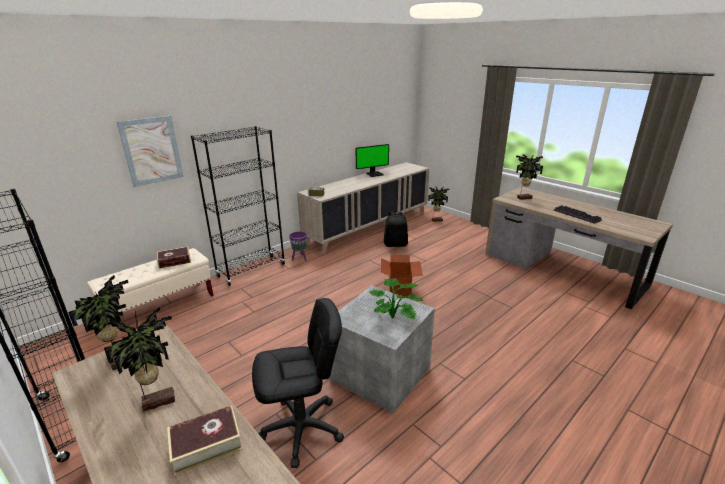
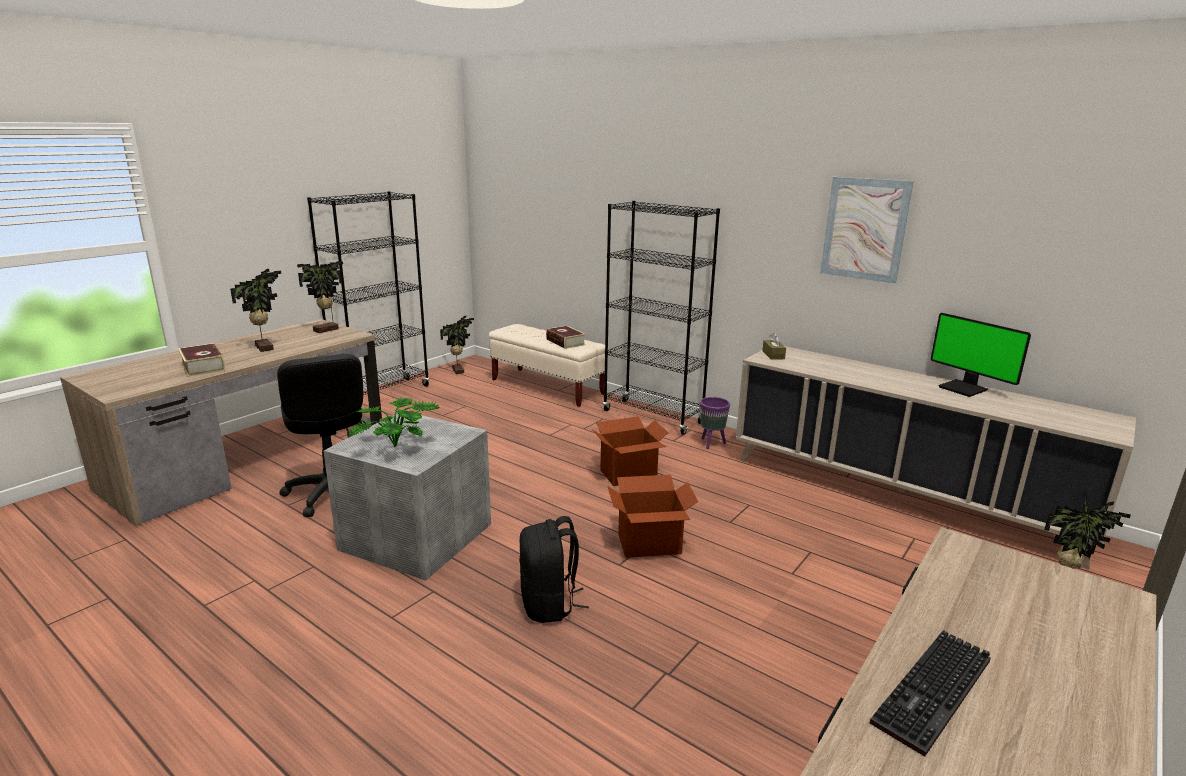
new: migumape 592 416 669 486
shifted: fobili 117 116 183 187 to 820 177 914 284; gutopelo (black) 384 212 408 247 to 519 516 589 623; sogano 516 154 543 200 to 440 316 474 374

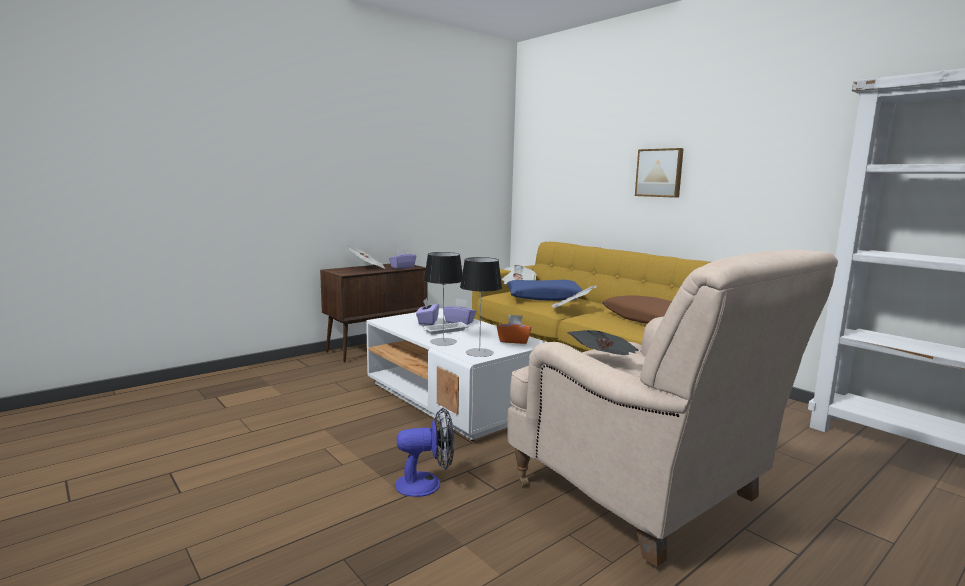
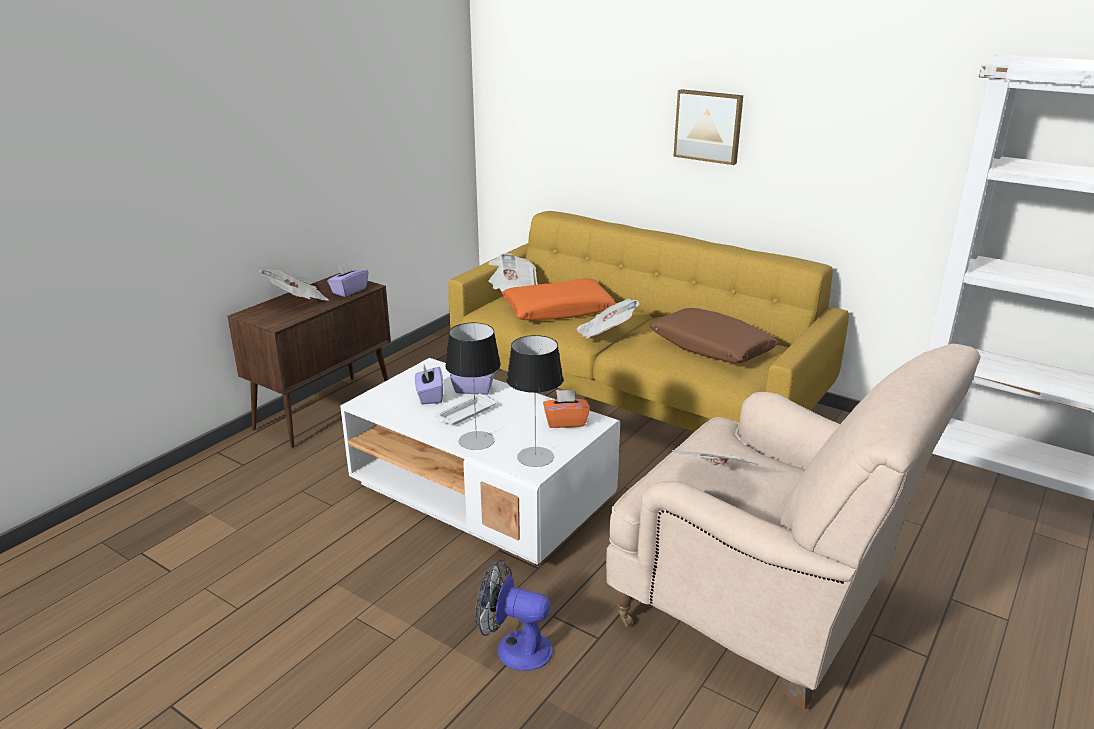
repainted: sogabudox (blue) 507 280 583 301 to sogabudox (orange) 502 278 616 320
rotated: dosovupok 395 408 454 497 = 475 560 553 671 135 degrees counterclockwise

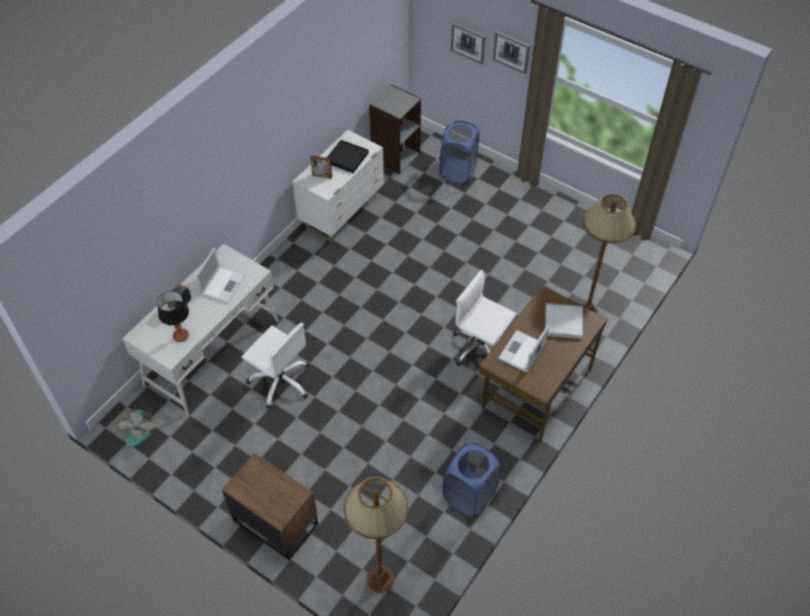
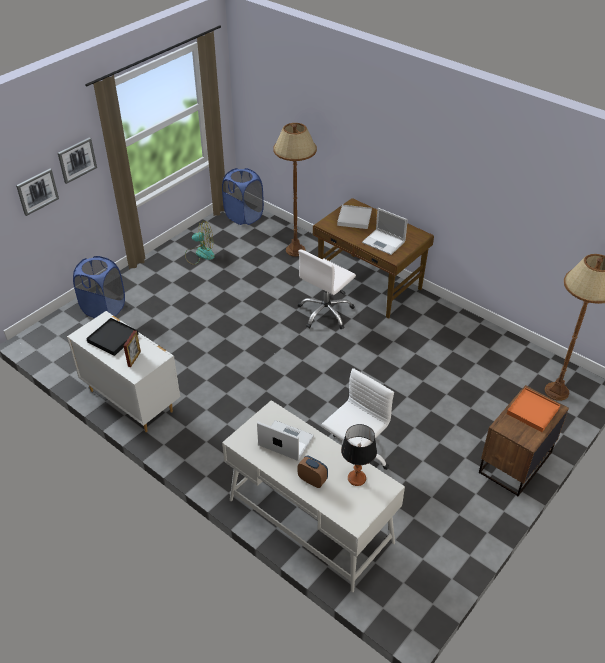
gone: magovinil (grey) 369 84 421 174
new: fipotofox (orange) 507 388 560 432
shifted: dosovupok 117 409 157 447 to 185 221 215 265; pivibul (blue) 443 443 501 517 to 222 168 264 225

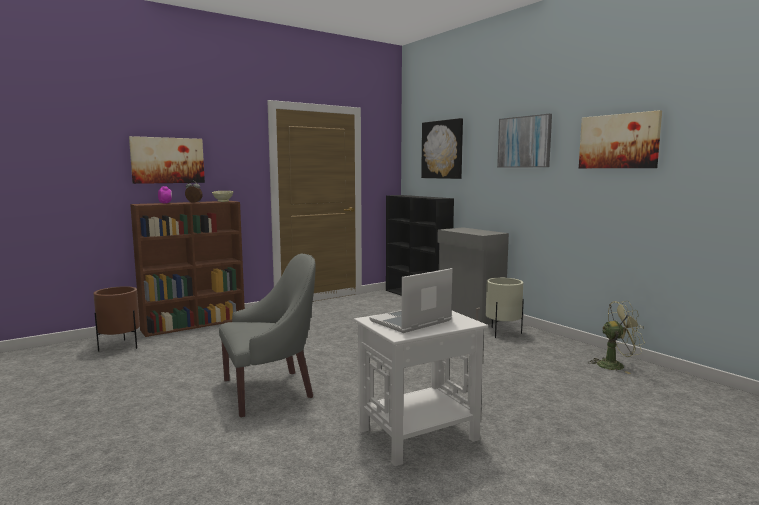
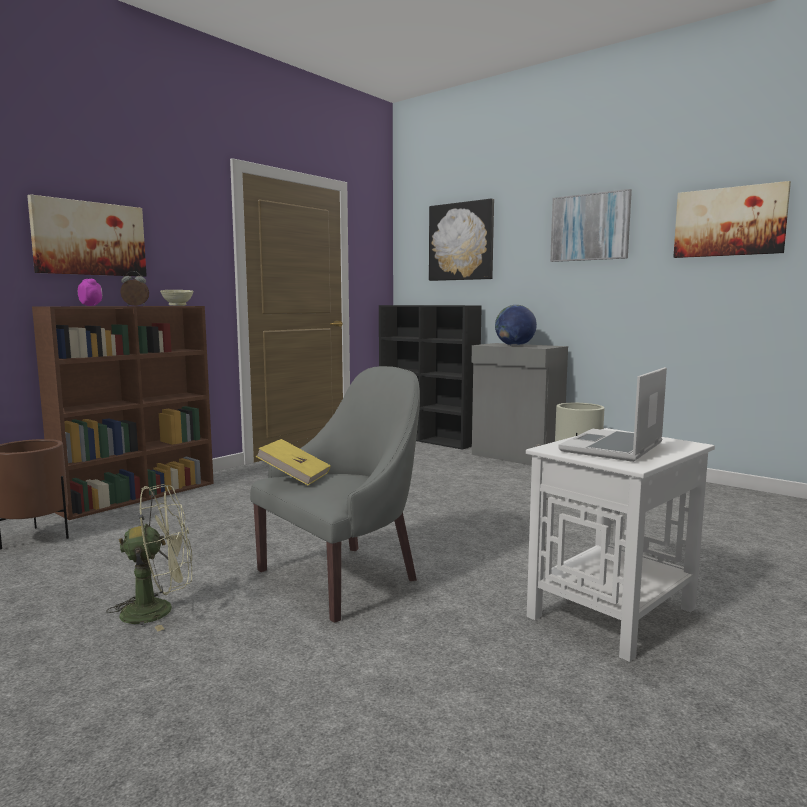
new: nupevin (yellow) 256 439 331 485; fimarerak 495 305 537 346
shifted: dosovupok (green) 588 301 645 374 to 106 484 192 631

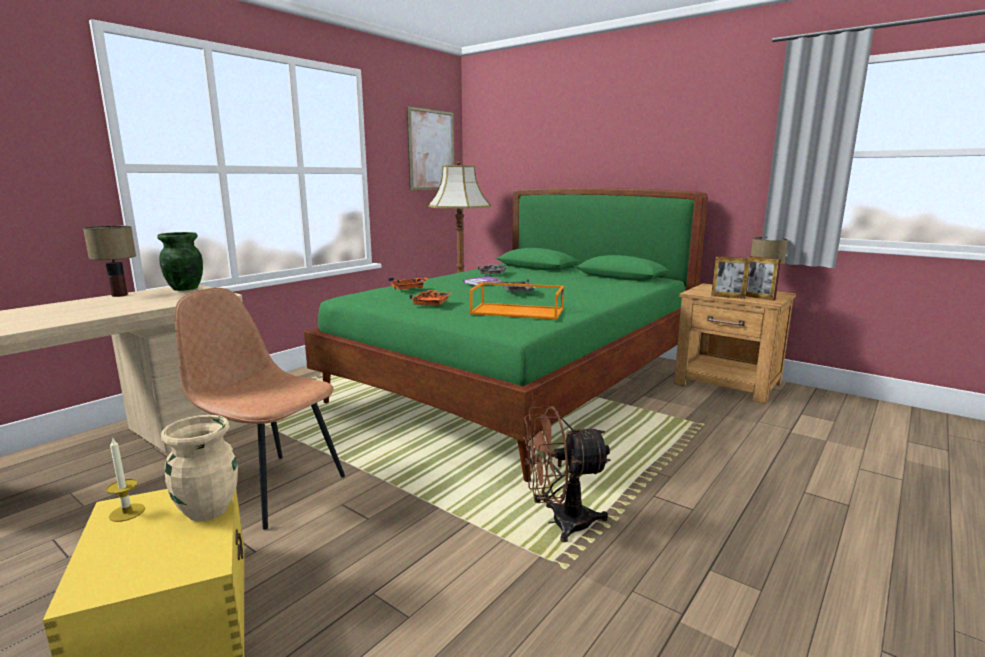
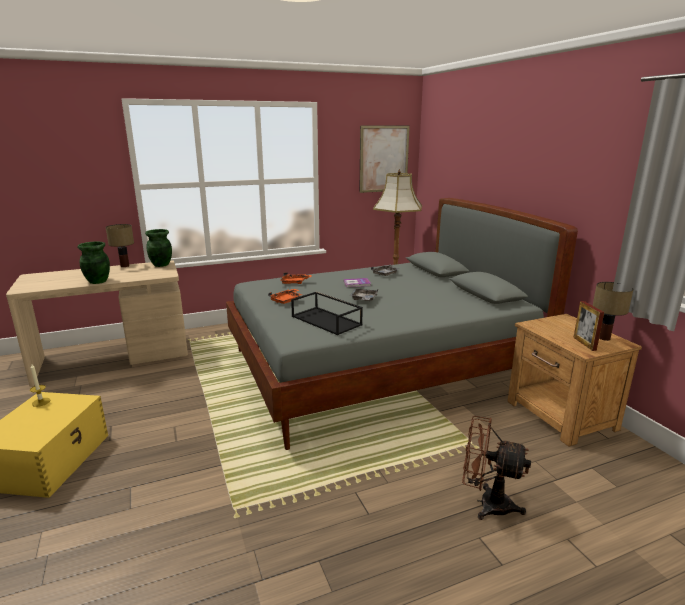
gone: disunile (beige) 161 415 238 521; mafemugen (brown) 174 288 345 530; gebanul 711 256 750 299
new: disunile (green) 78 242 110 284
shifted: dosovupok (brown) 523 406 611 542 to 462 416 531 520
repainted: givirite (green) 304 188 708 482 to givirite (grey) 226 198 578 450; fipotofox (orange) 470 282 564 320 to fipotofox (black) 291 292 363 335

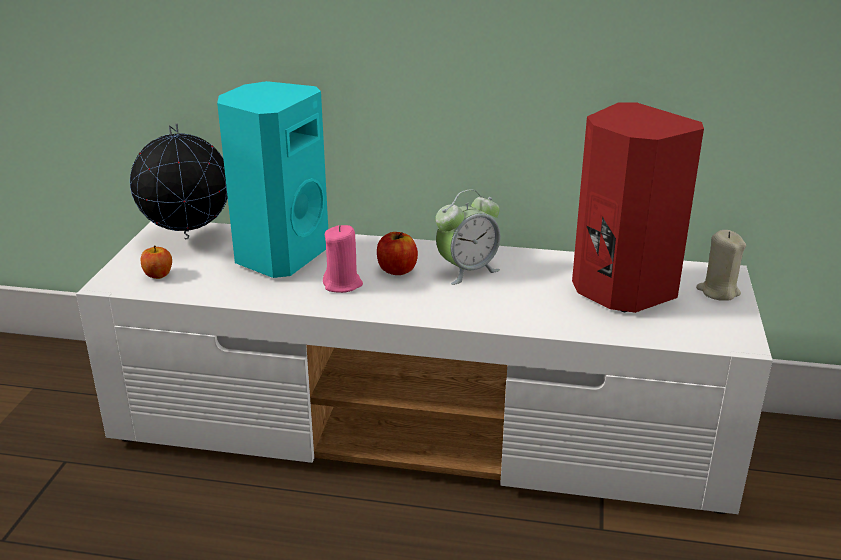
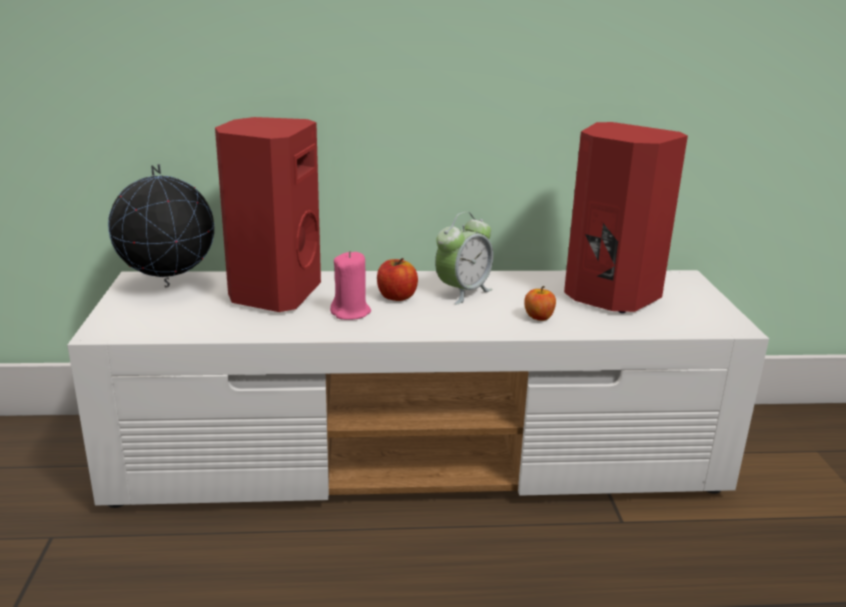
gone: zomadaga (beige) 696 230 746 301
shifted: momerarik 141 245 172 279 to 524 286 556 321
repainted: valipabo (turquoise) 217 81 328 278 to valipabo (red) 215 117 321 312

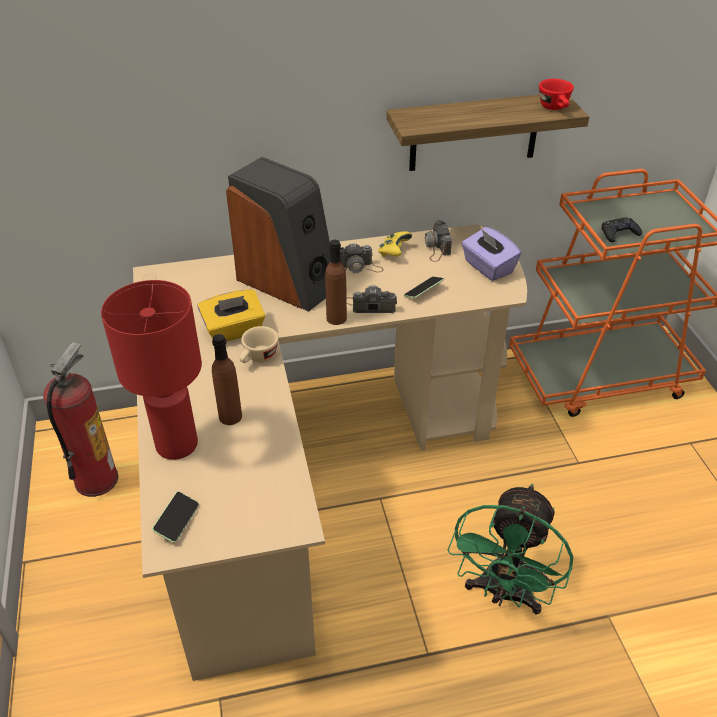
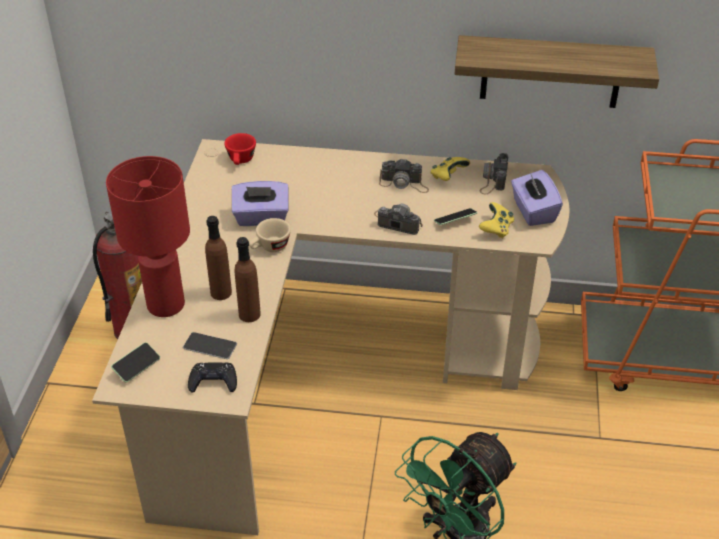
gone: valipabo 226 157 330 312
new: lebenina 183 332 237 359; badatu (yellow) 479 202 514 239
shifted: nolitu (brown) 325 240 347 325 to 235 237 261 322; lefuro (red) 539 79 574 110 to 224 133 256 165; badatu (black) 602 217 642 242 to 188 362 237 393
repainted: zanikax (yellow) 198 290 265 342 to zanikax (purple) 232 181 289 226

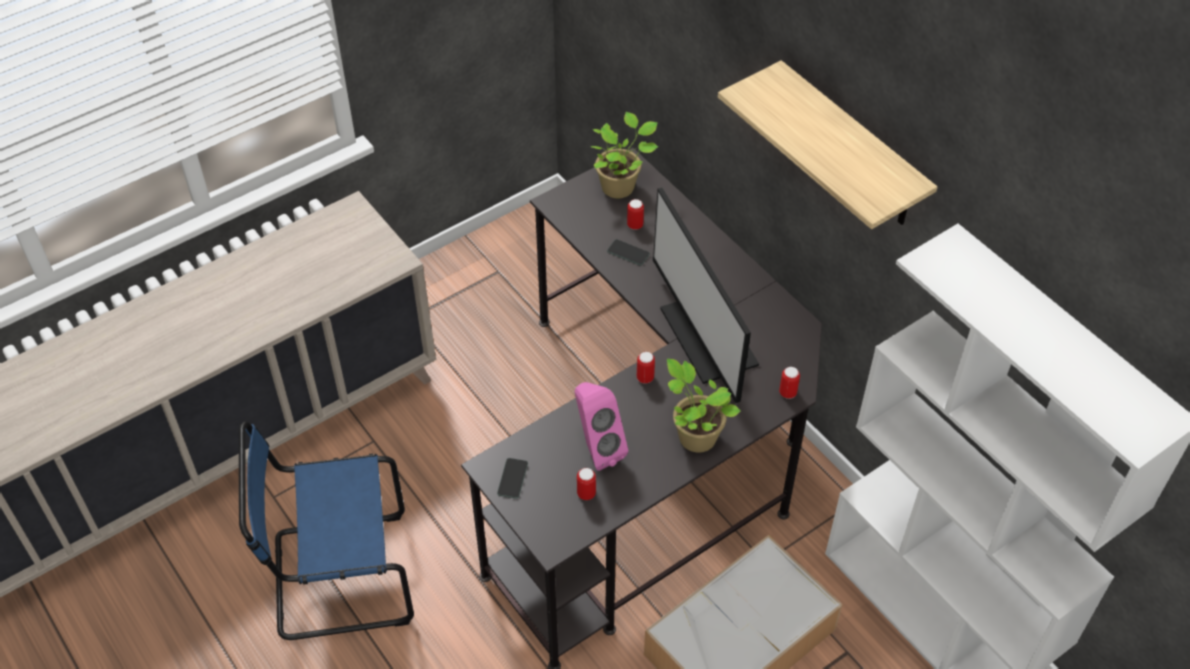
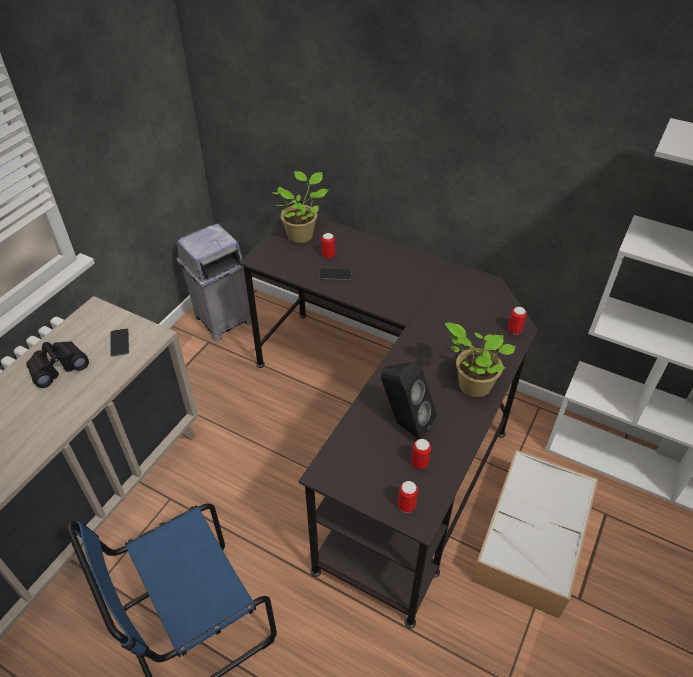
gone: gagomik 653 188 759 403; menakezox 718 60 937 229
new: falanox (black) 26 342 89 388; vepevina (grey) 177 224 251 341
shifted: lebenina 497 458 528 499 to 110 329 129 357; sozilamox 637 352 655 384 to 398 481 418 513
repainted: valipabo (pink) 575 382 628 471 to valipabo (black) 381 362 436 439

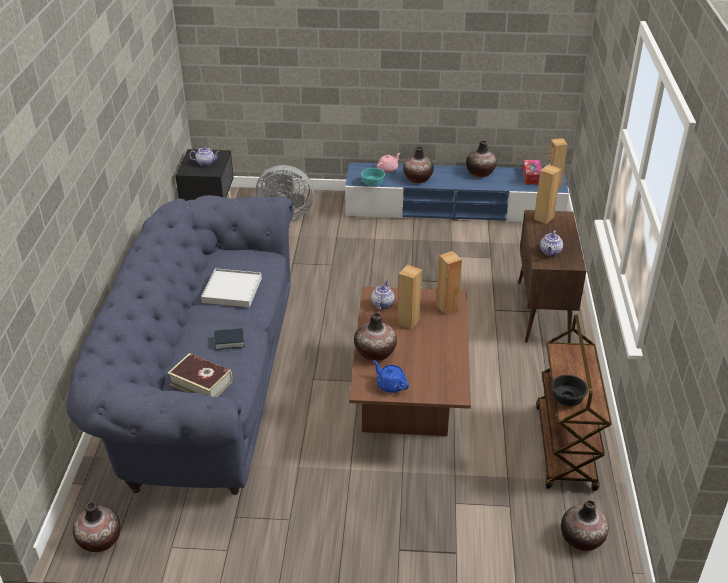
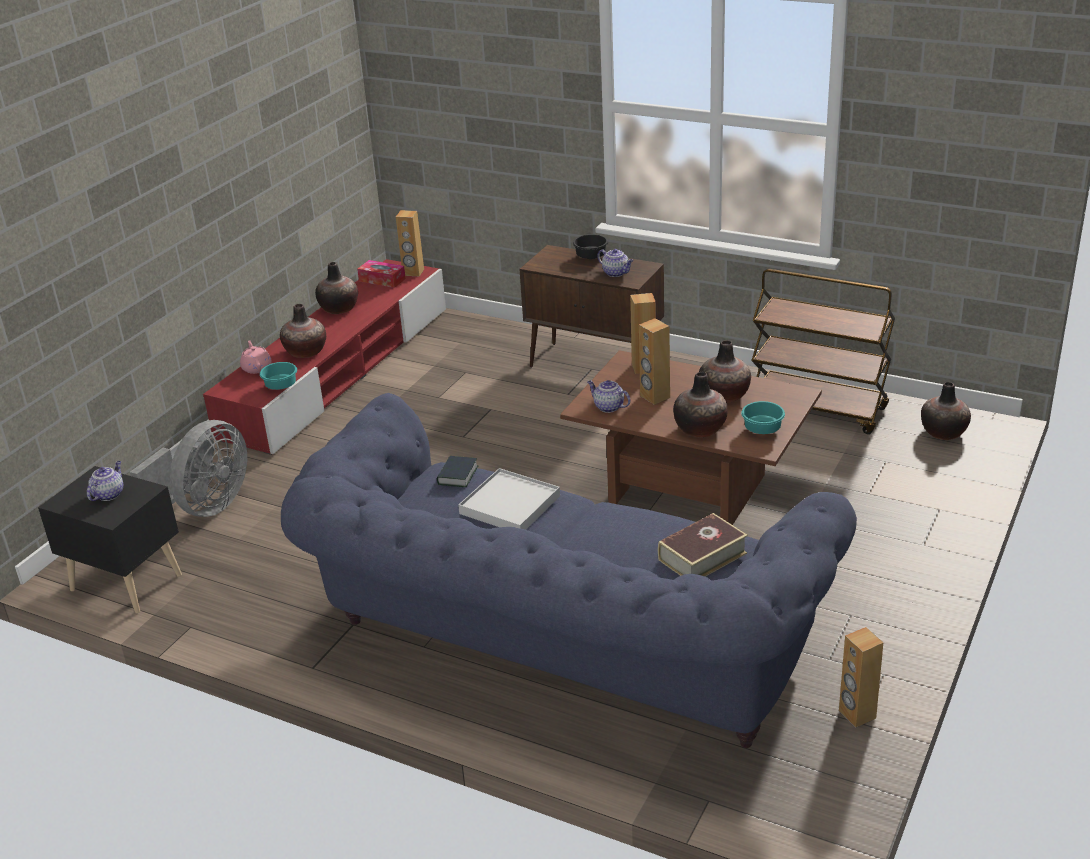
shifted: disunile 73 502 120 552 to 699 340 751 403; nupevin 214 328 244 350 to 437 456 478 487; valipabo (brown) 534 164 561 224 to 839 627 883 727; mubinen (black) 551 375 588 406 to 573 234 608 259
swapped: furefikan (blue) 373 360 409 393 to mubinen (turquoise) 741 401 785 434
repainted: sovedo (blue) 345 162 569 222 to sovedo (red) 203 259 446 455

